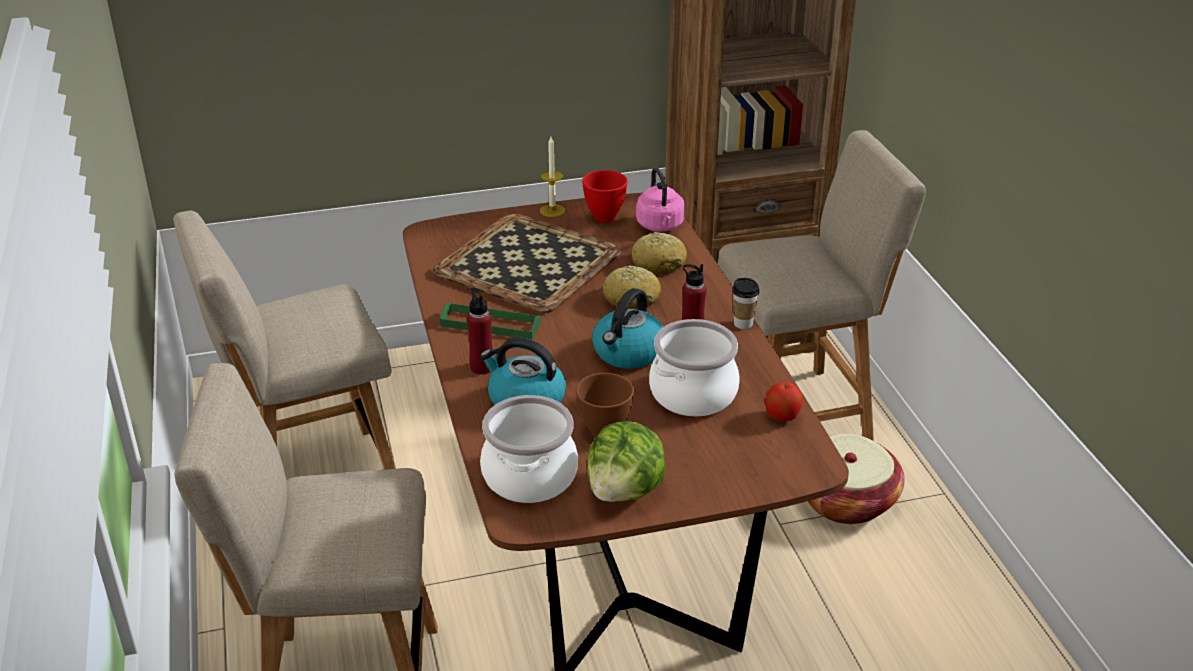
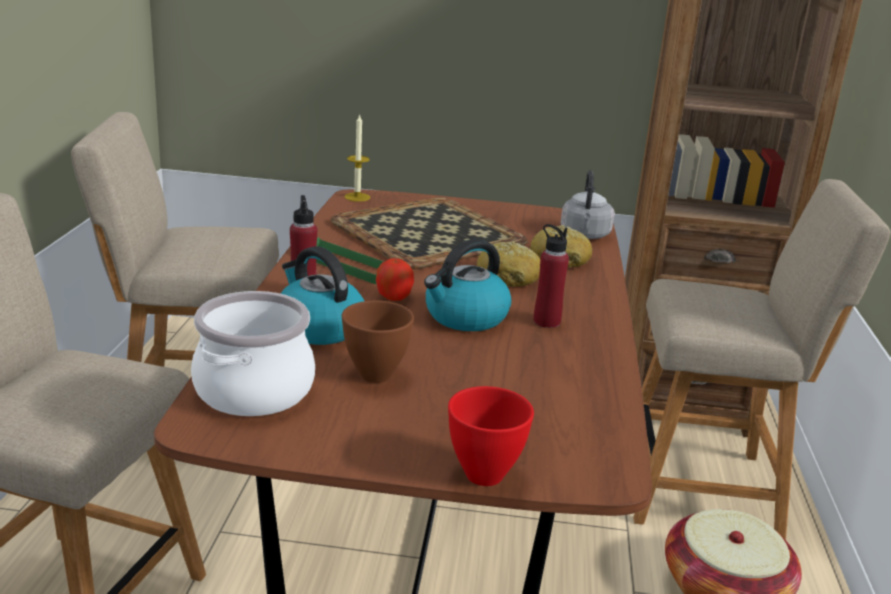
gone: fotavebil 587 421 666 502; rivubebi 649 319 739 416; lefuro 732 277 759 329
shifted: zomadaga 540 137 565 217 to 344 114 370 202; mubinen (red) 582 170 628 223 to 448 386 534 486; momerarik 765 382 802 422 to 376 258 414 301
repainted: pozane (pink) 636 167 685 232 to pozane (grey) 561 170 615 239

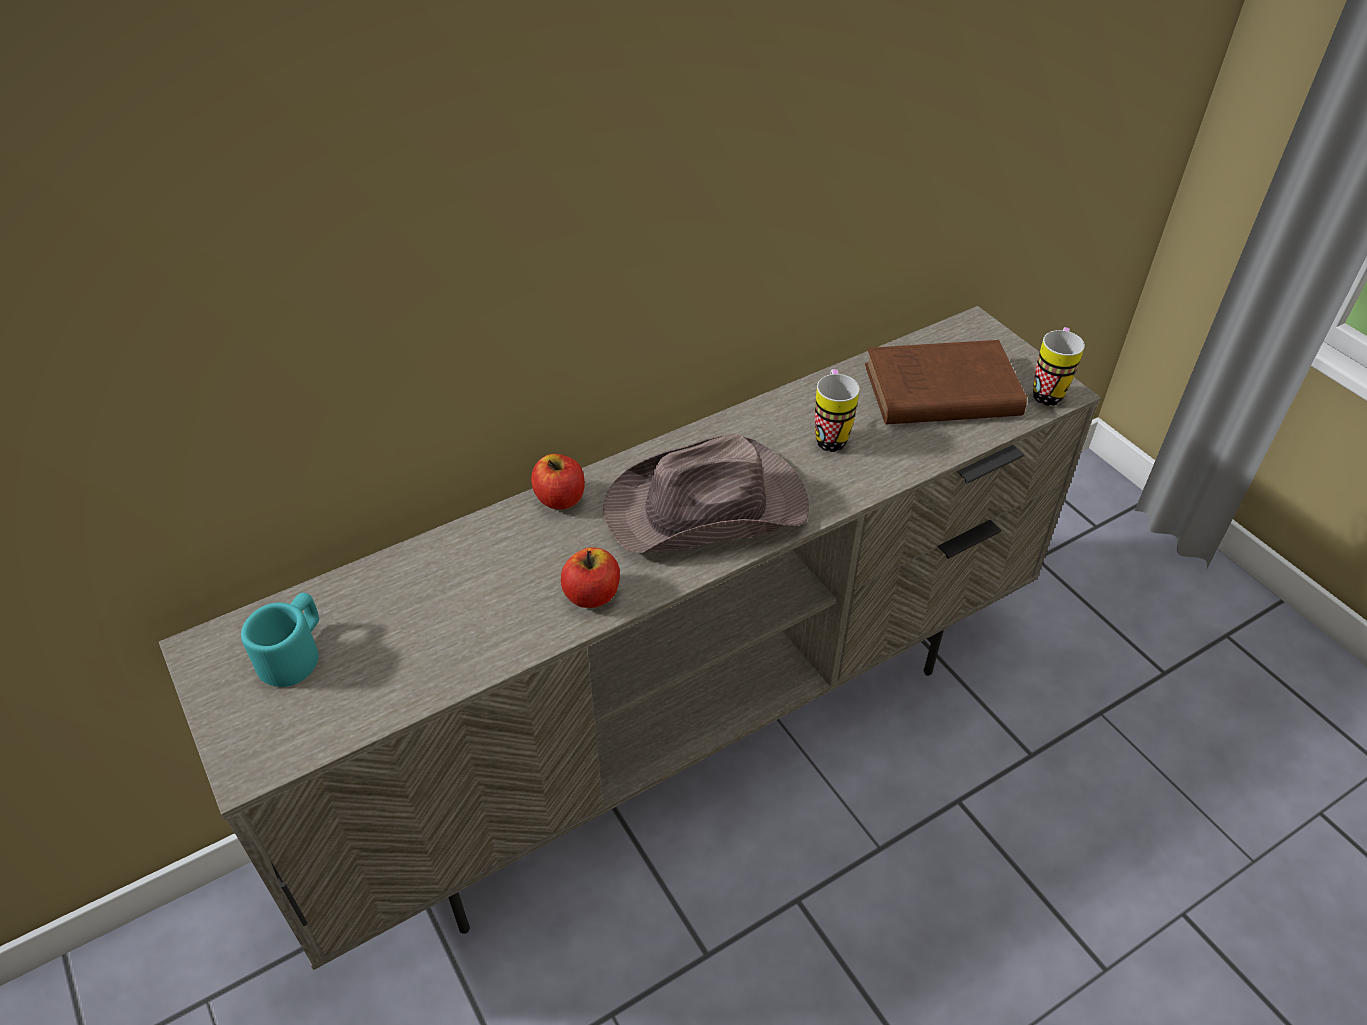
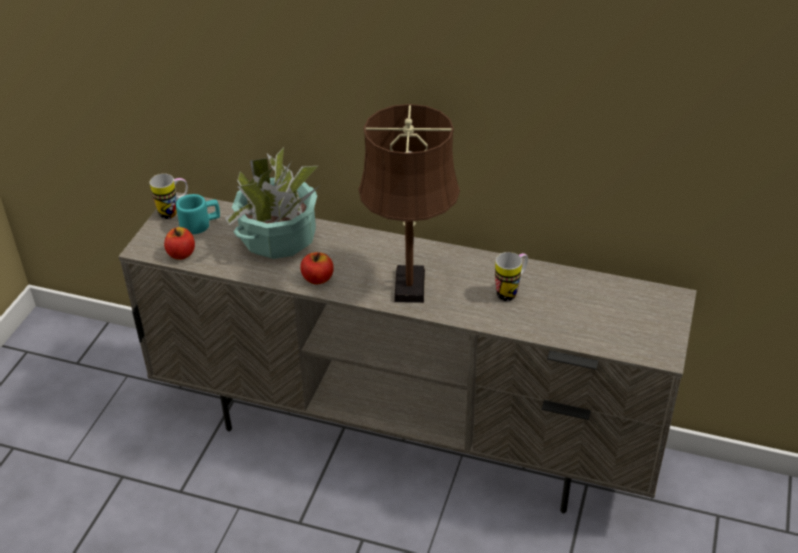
gone: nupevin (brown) 865 340 1027 425
new: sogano 225 147 319 259
shifted: momerarik 531 454 585 510 to 164 227 195 260; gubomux 1033 327 1085 406 to 150 174 188 219
swapped: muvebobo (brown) 603 433 809 553 to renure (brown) 359 104 460 303

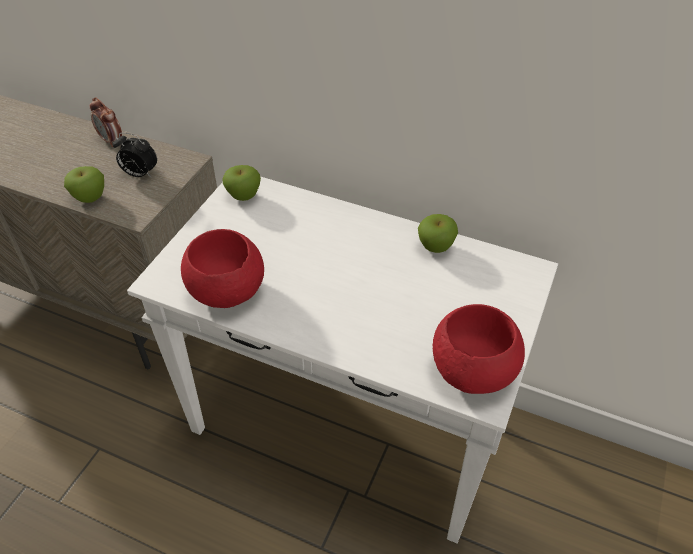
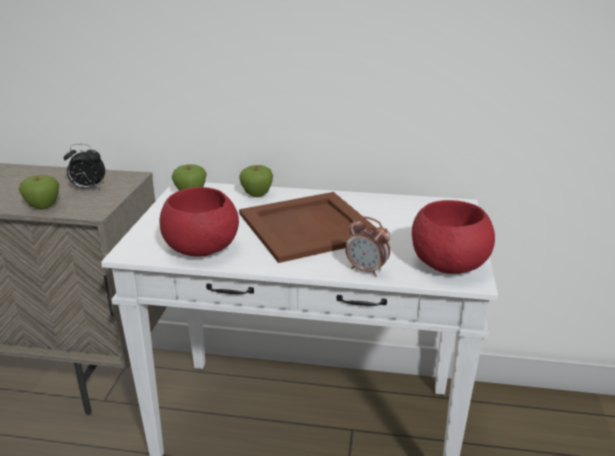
new: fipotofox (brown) 239 192 376 263
shifted: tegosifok 89 97 122 147 to 345 216 390 277; momerarik 418 214 458 253 to 239 165 273 197

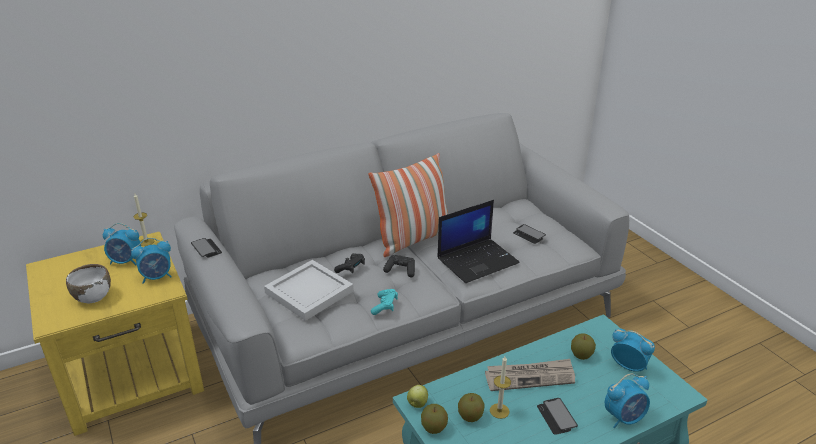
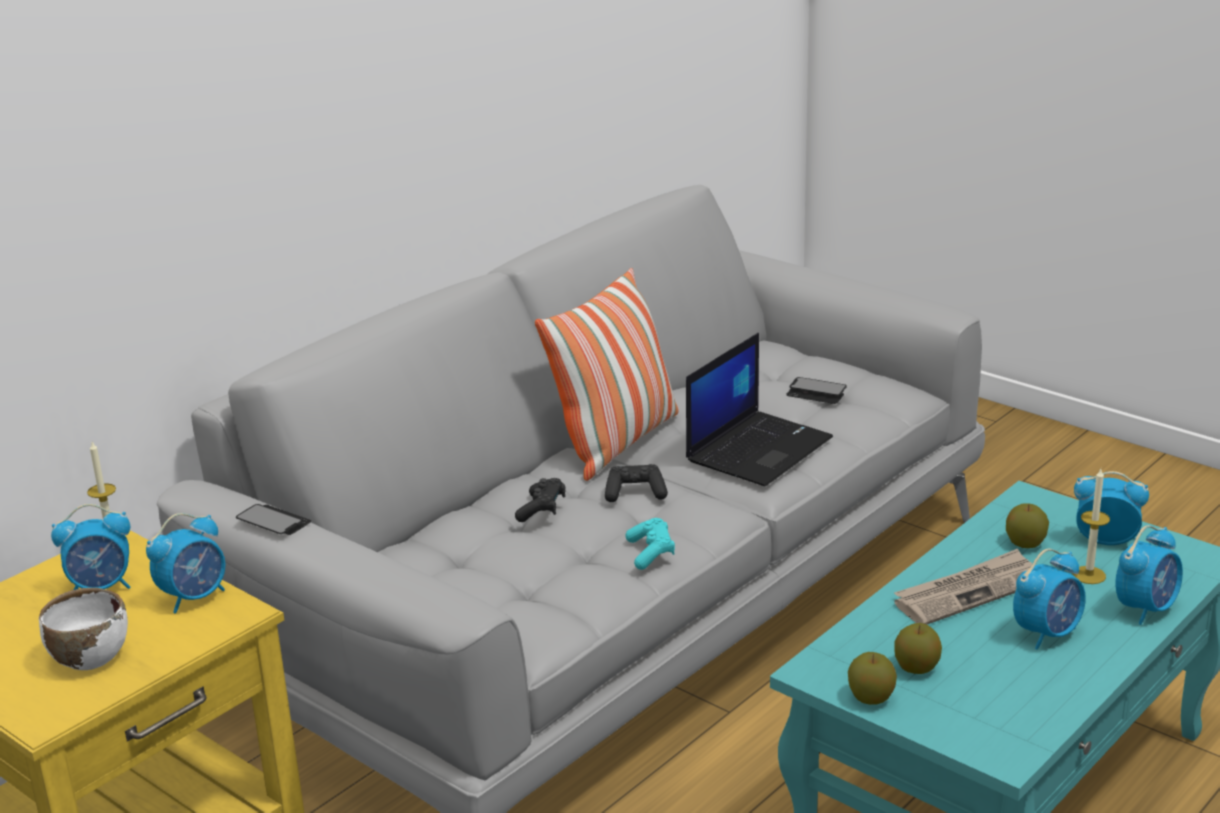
gone: fipotofox (white) 264 260 354 321; momerarik 407 385 428 408
shifted: zomadaga 490 356 511 419 to 1072 469 1110 584
swapped: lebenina 537 398 578 435 to tegosifok 1013 549 1086 650

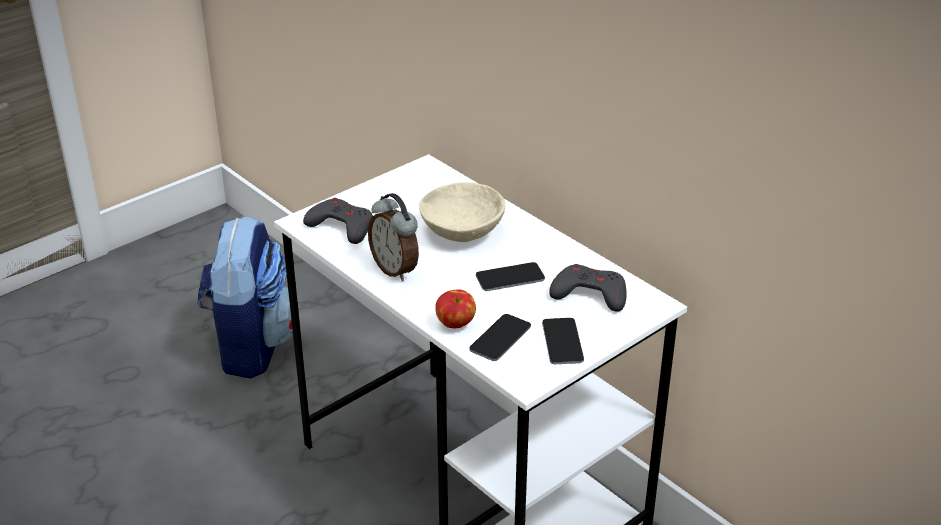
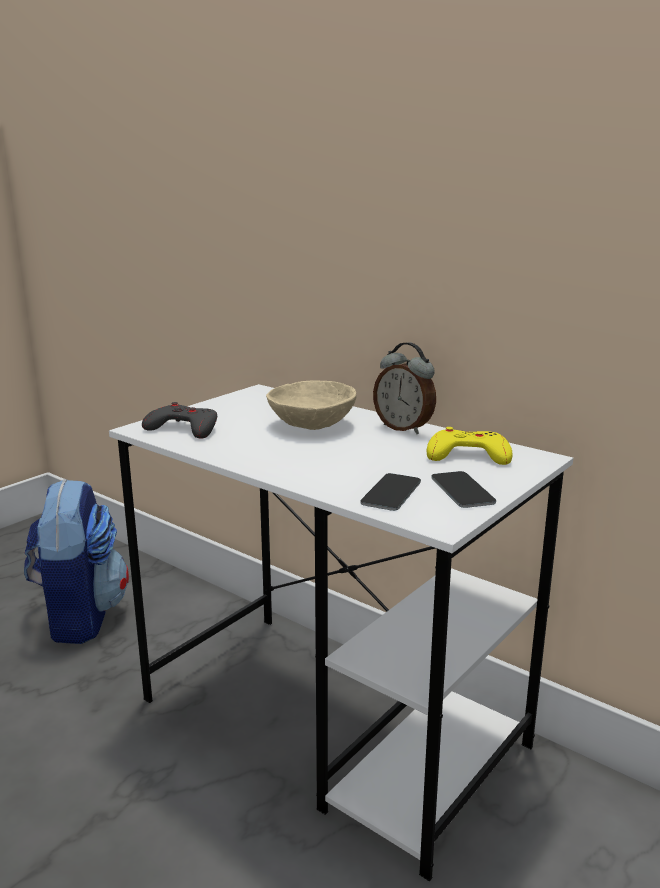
gone: momerarik 435 289 476 328; lebenina 476 262 545 291
shifted: tegosifok 368 193 419 281 to 373 342 436 434
repainted: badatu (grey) 549 264 627 311 to badatu (yellow) 427 427 513 465

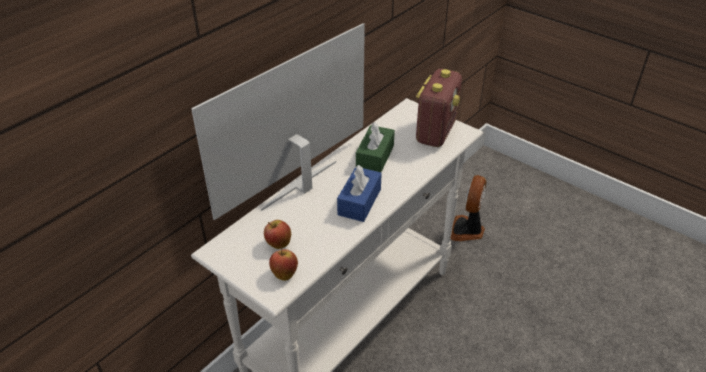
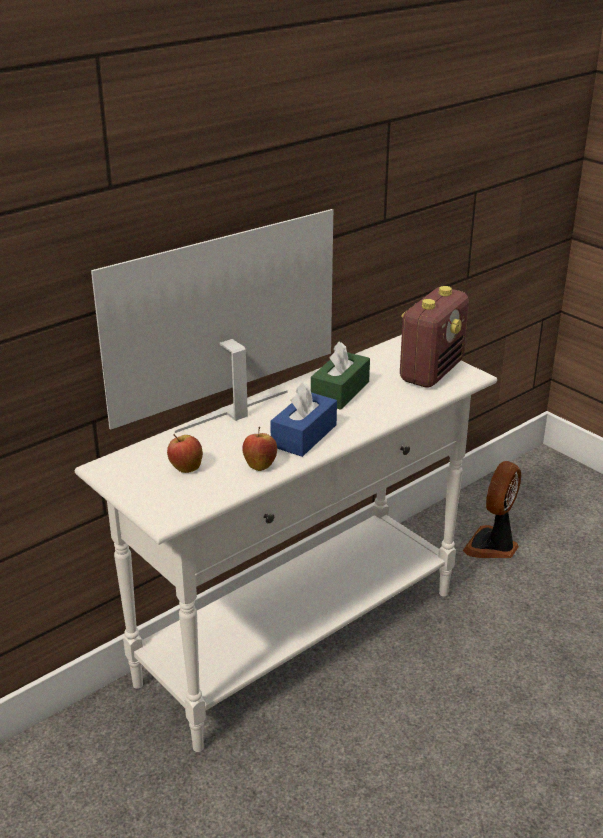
shifted: momerarik 269 246 298 281 to 242 427 277 471

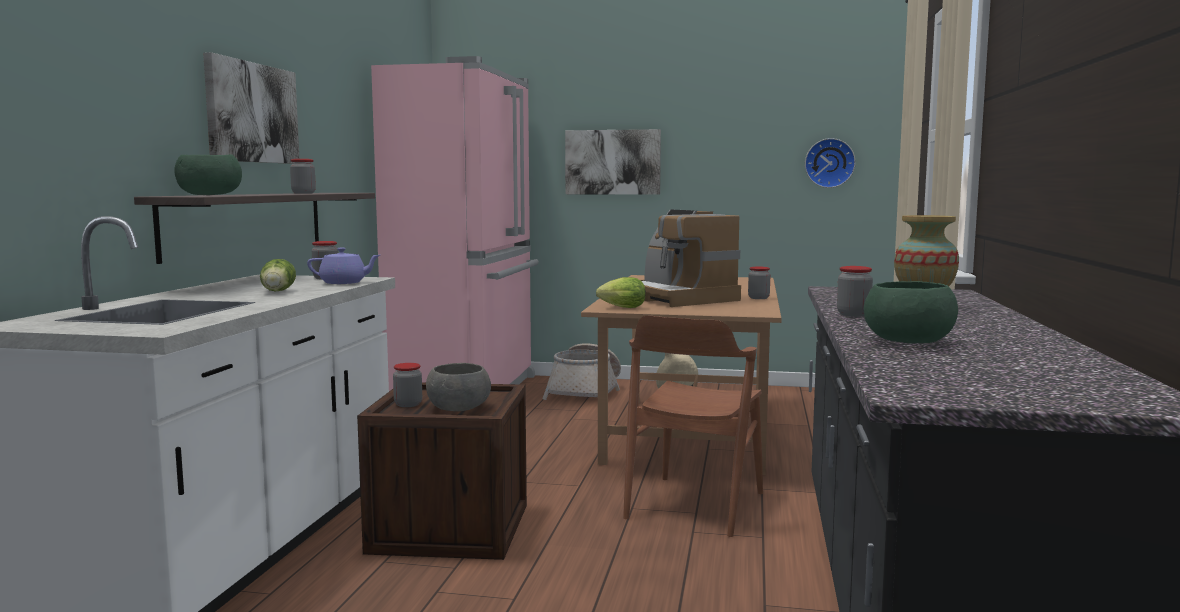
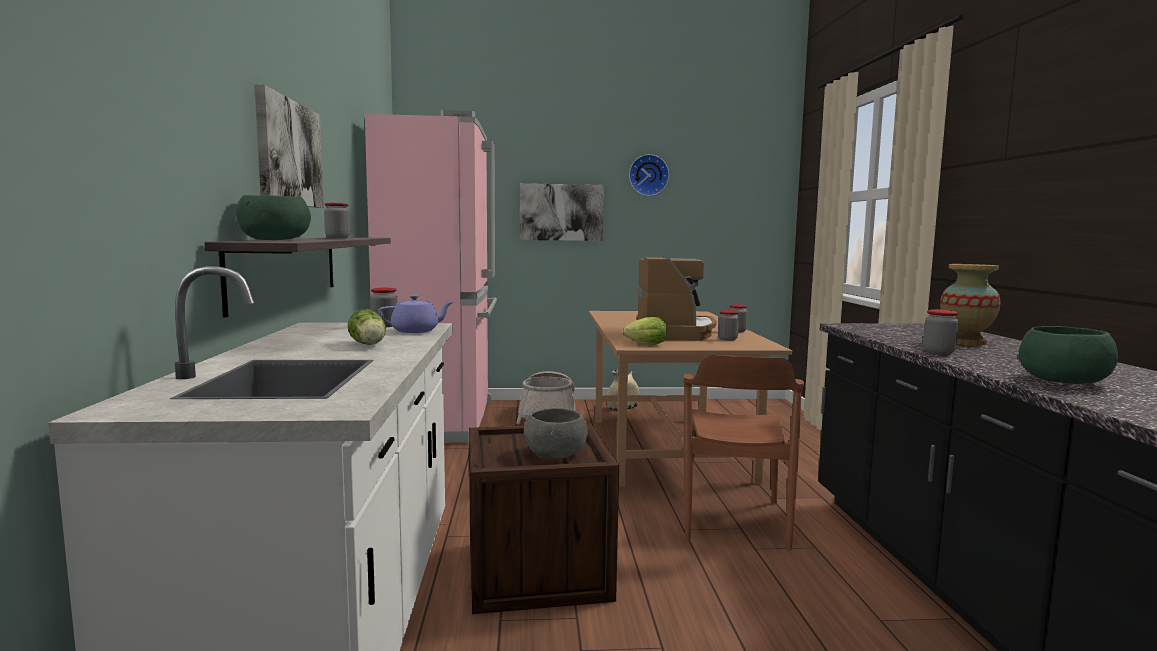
shifted: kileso 393 363 422 407 to 718 310 739 341; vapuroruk 805 138 856 188 to 629 154 669 196
rotated: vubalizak 640 209 741 307 = 637 257 716 341 135 degrees counterclockwise

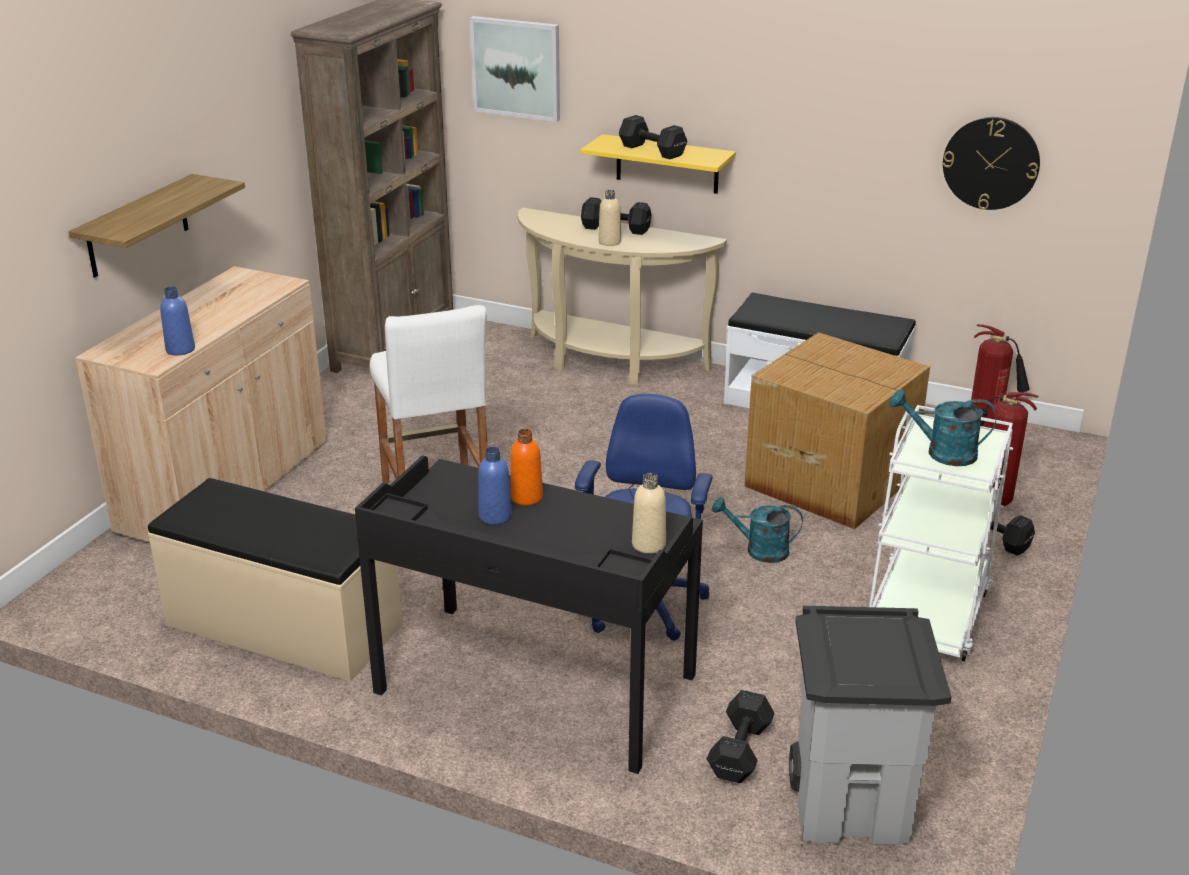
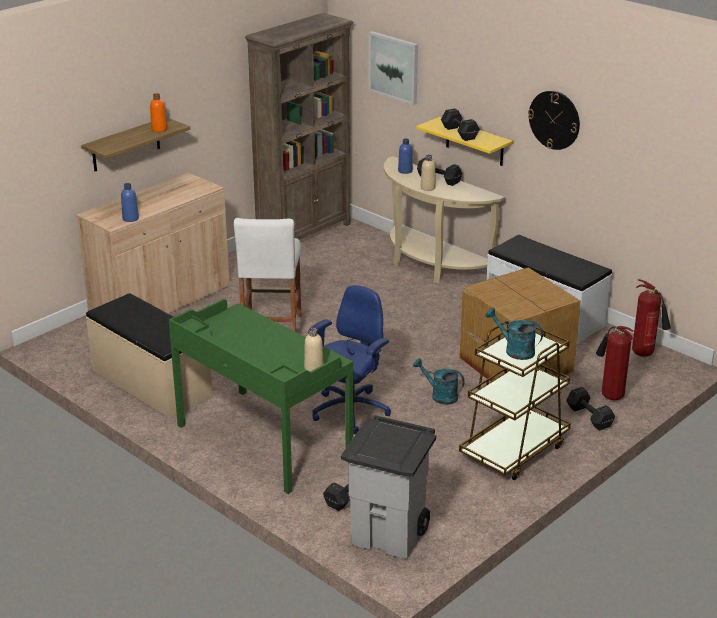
shifted: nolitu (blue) 478 447 512 525 to 398 139 413 174; nolitu (orange) 510 429 543 505 to 150 93 167 132; vapuroruk 943 117 1040 210 to 528 90 580 150
repainted: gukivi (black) 355 456 703 774 to gukivi (green) 169 299 354 494; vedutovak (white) 869 405 1013 661 to vedutovak (brown) 459 321 571 480

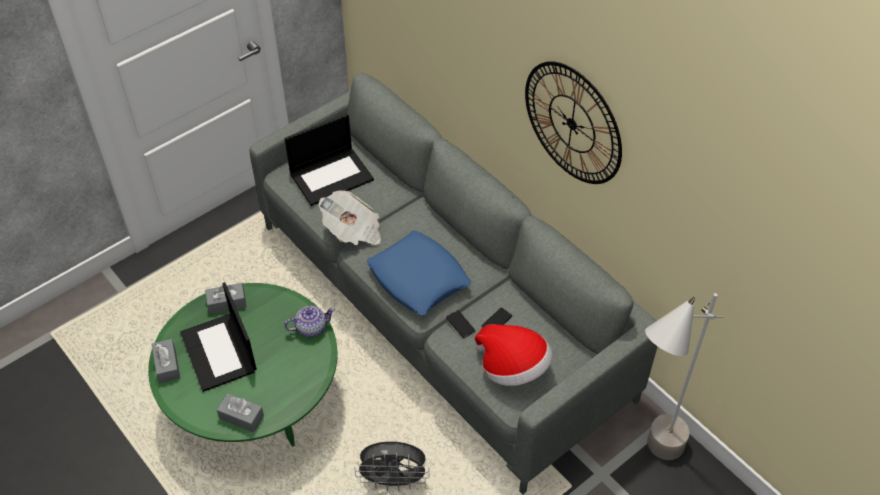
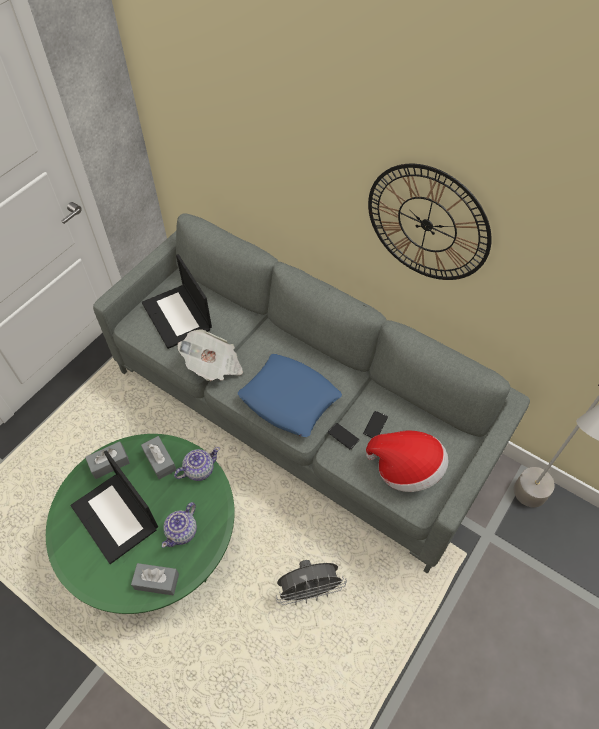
new: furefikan 162 502 197 548
shifted: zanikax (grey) 152 339 180 383 to 141 436 176 480
rotated: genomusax 285 114 374 206 = 142 254 212 349 105 degrees clockwise

